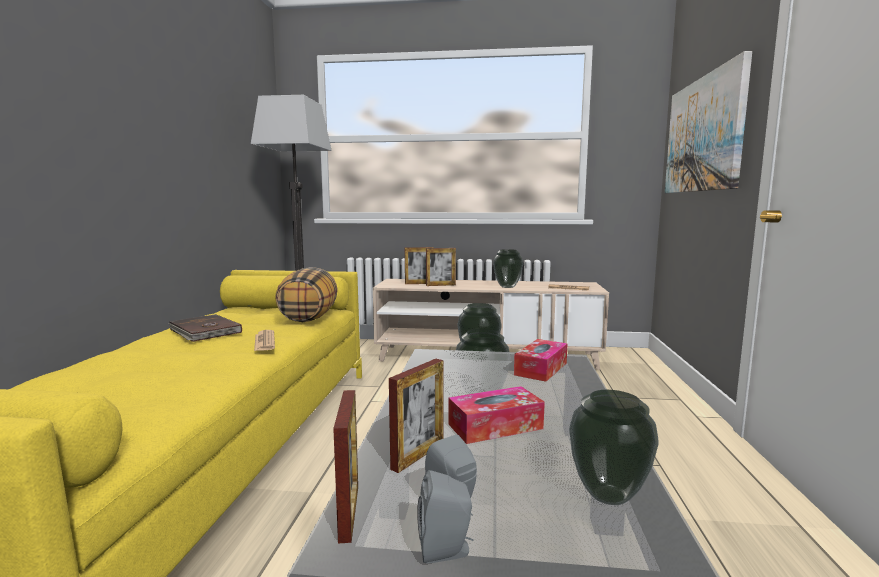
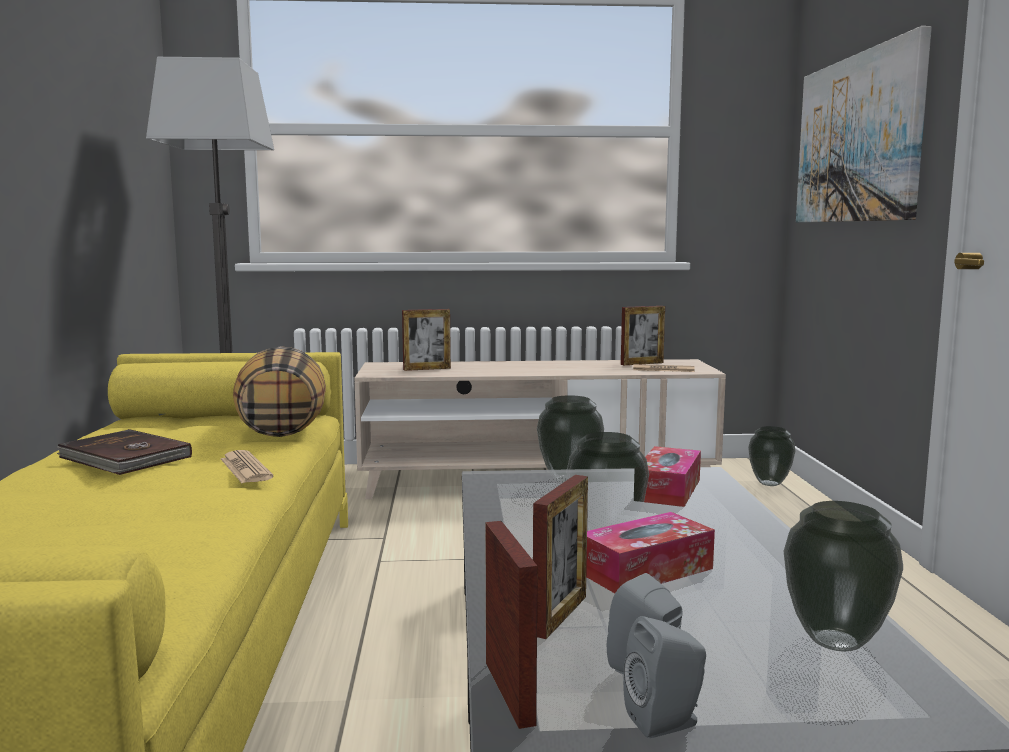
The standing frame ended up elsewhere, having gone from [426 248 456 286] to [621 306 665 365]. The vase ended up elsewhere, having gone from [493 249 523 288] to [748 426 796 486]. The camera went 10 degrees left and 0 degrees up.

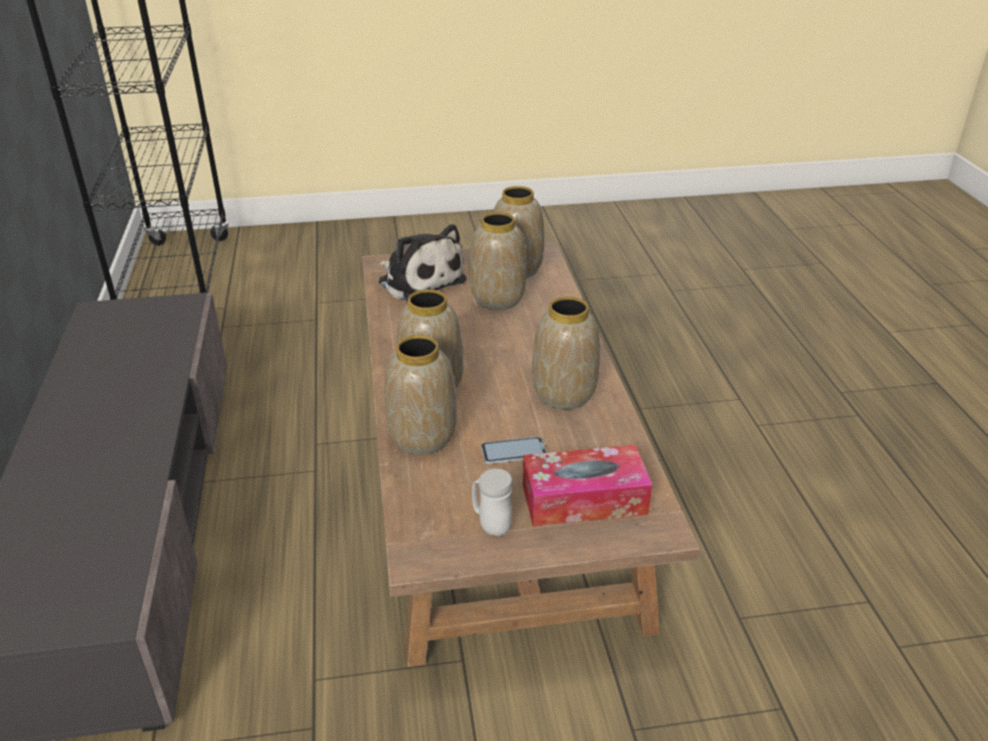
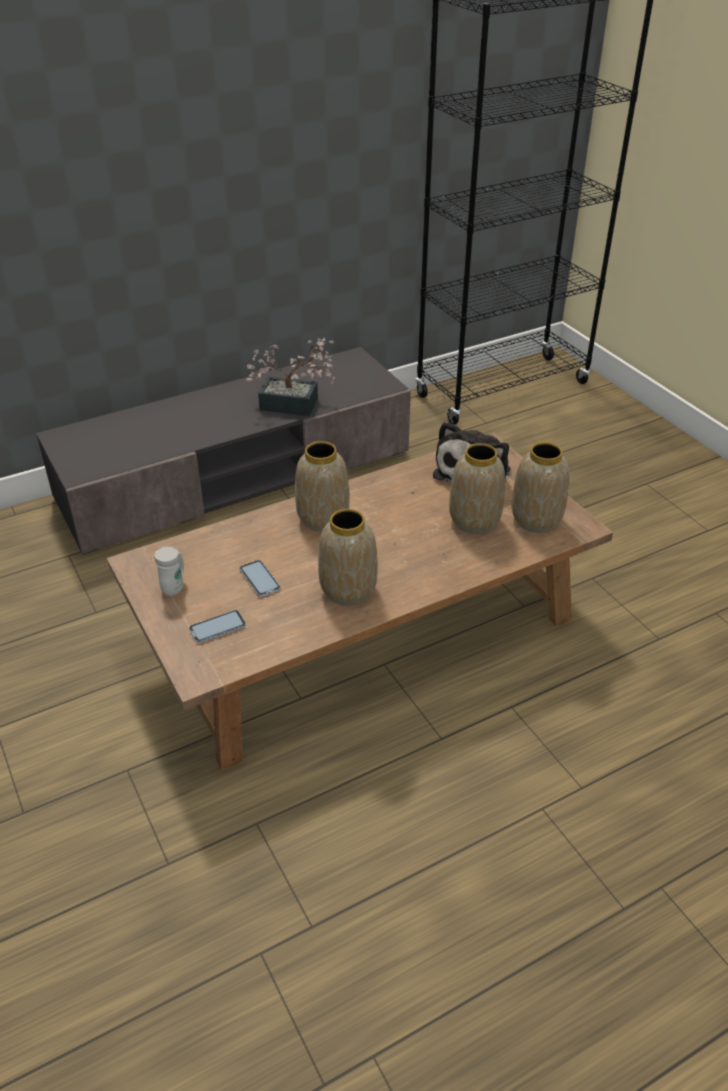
Where the tissue holder stood at [523 445 652 526], the phone came to stand at [189 610 246 643]. The second view gained the houseplant at [246 338 335 416]. The second view lost the vase at [384 335 457 455]. The camera went 70 degrees right and 5 degrees up.

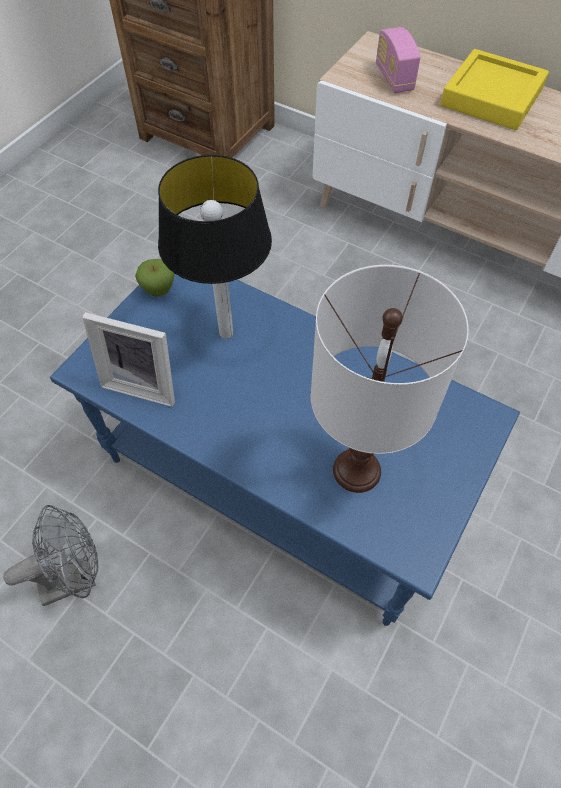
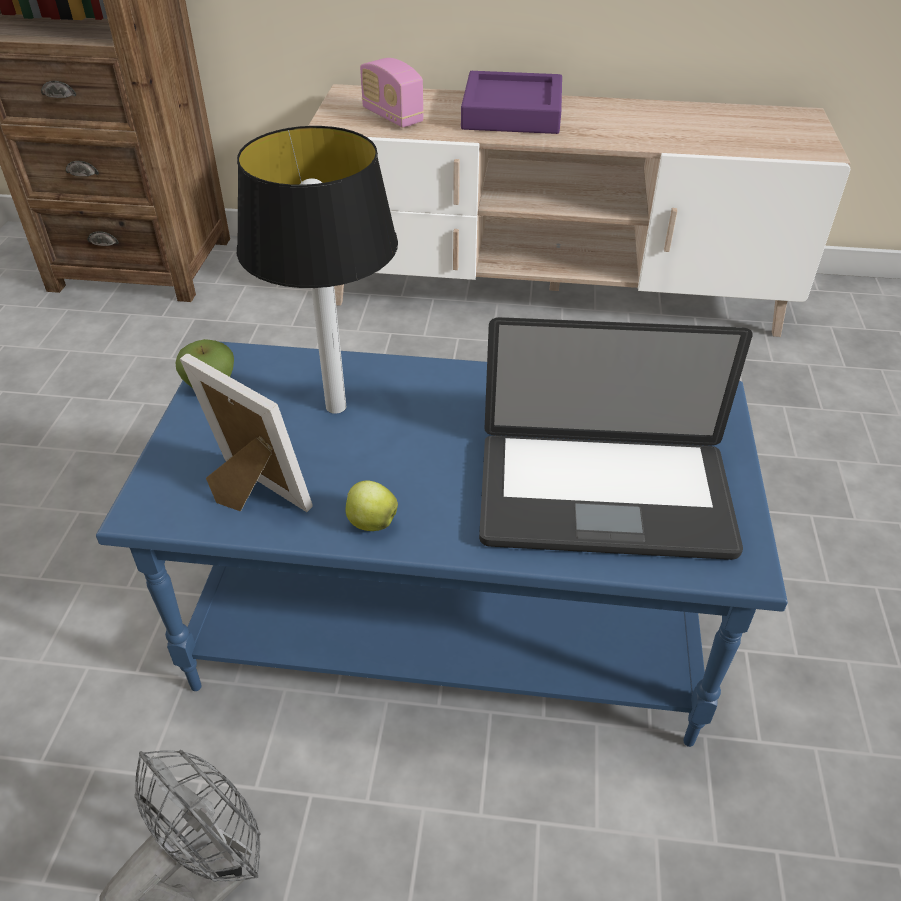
The standing frame at [82 312 175 407] ended up facing another way, 135 degrees counterclockwise from before. The second view gained the apple at [345 481 398 531]. What was the carrying tray (yellowish) at [440 49 549 130] turned into the carrying tray (purple) at [461 71 562 134]. Where the lamp for a table (white-coloured) stood at [310 265 469 493], the portable computer came to stand at [479 317 753 560]. The camera went 25 degrees left and 15 degrees down.

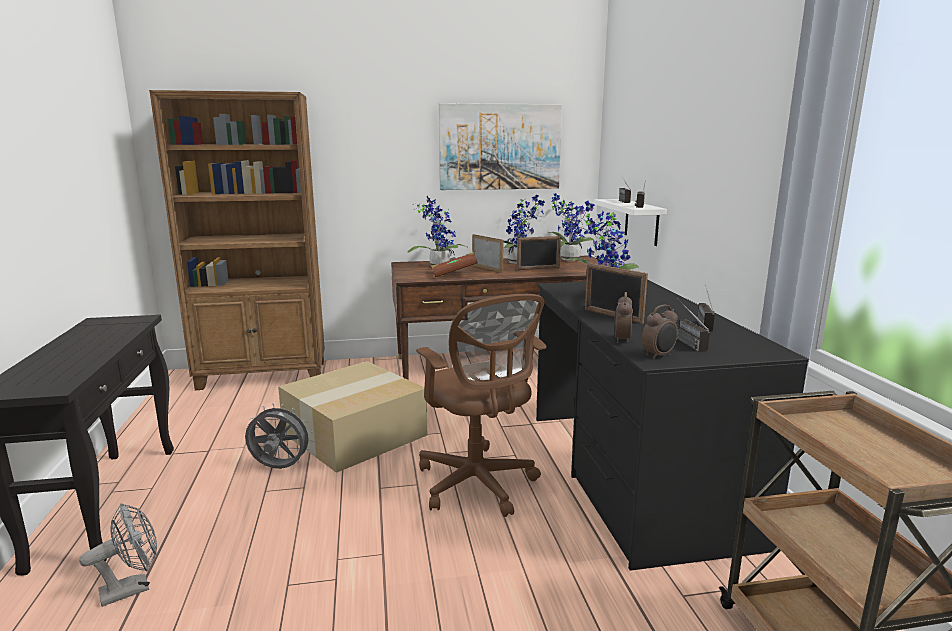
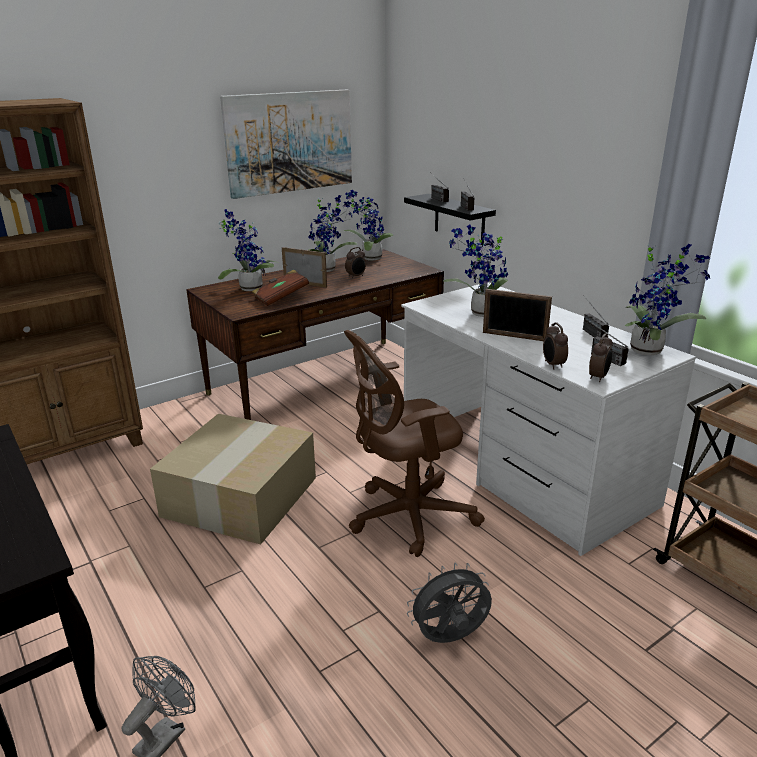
The desk chair (brown-coloured) at [416 294 547 517] ended up facing another way, 120 degrees clockwise from before. Where the standing frame stood at [517 236 561 270], the bedside clock came to stand at [345 247 366 278]. What was the desk table (black) at [536 280 809 571] turned into the desk table (white-coloured) at [401 283 696 556]. What was the bracket shelf (white-coloured) at [594 199 667 246] turned into the bracket shelf (black) at [404 194 496 245]. The cooling fan (grey) ended up elsewhere, having gone from [245 403 314 469] to [407 562 492 643]. The second view gained the houseplant at [625 244 710 356]. The camera went 25 degrees left and 10 degrees up.

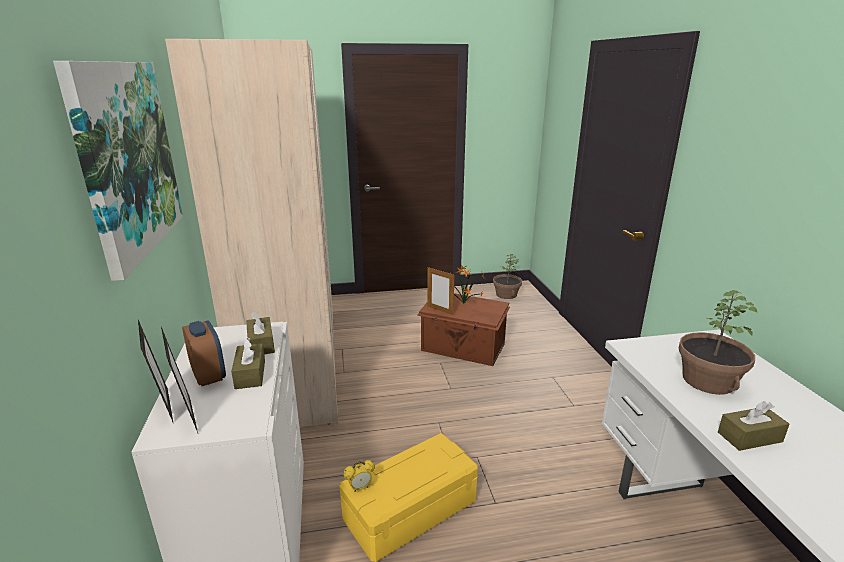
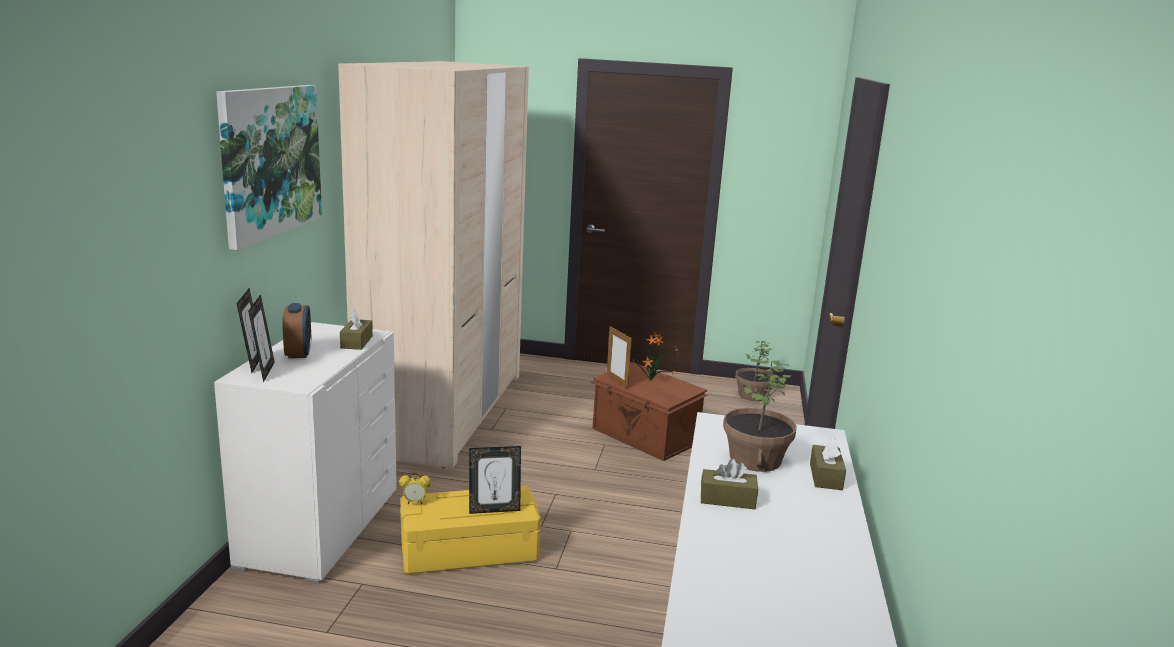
The second view gained the standing frame at [469 446 521 514]. The tissue holder (brown-coloured) ended up elsewhere, having gone from [231 337 265 389] to [810 437 846 490]. The camera went 20 degrees right and 5 degrees down.

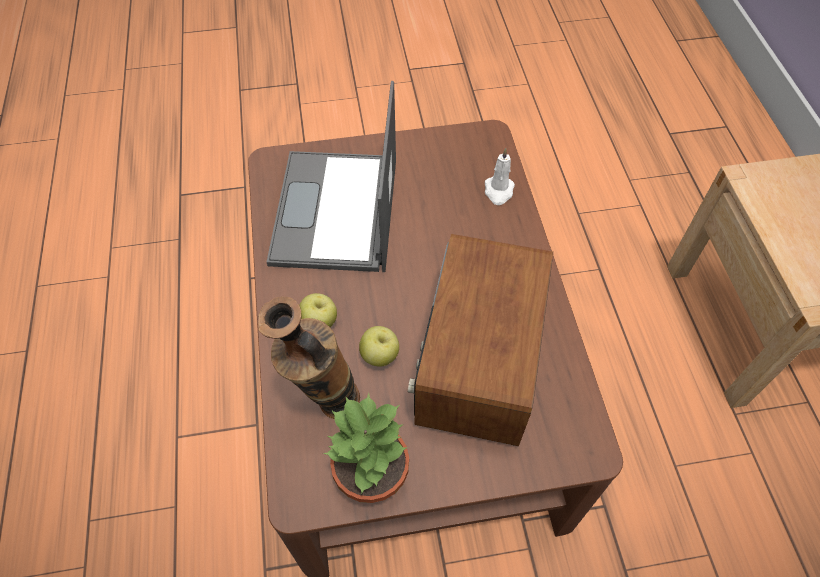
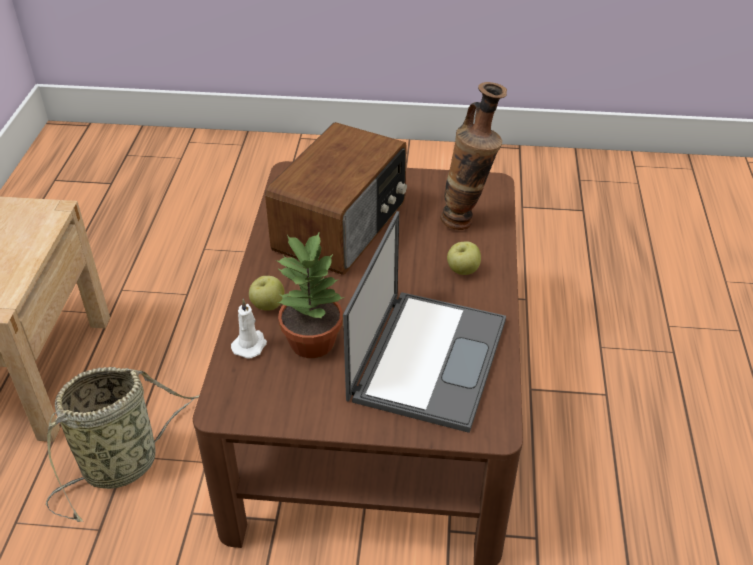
The second view gained the basket at [45 367 199 522]. The apple ended up elsewhere, having gone from [359 326 399 367] to [249 276 284 311]. The houseplant ended up elsewhere, having gone from [323 393 409 503] to [276 231 343 358]. The camera went 165 degrees left and 15 degrees down.

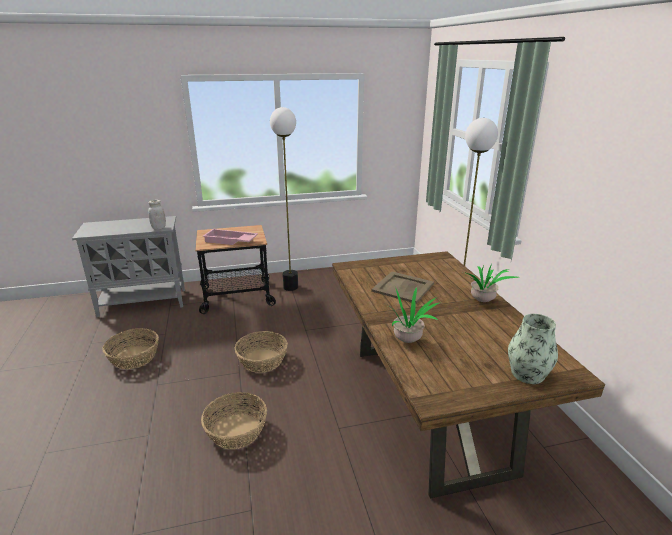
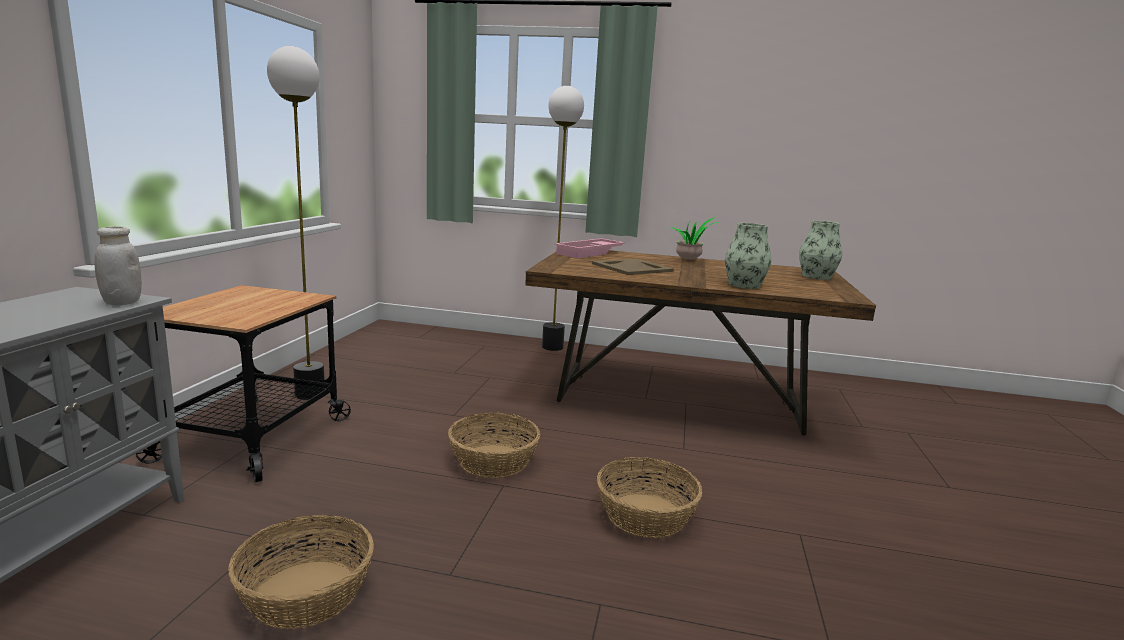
The carrying tray (pink) ended up elsewhere, having gone from [203 229 258 245] to [555 238 625 258]. Where the houseplant stood at [386 287 440 343], the vase came to stand at [725 223 771 289]. The camera went 65 degrees left and 10 degrees down.

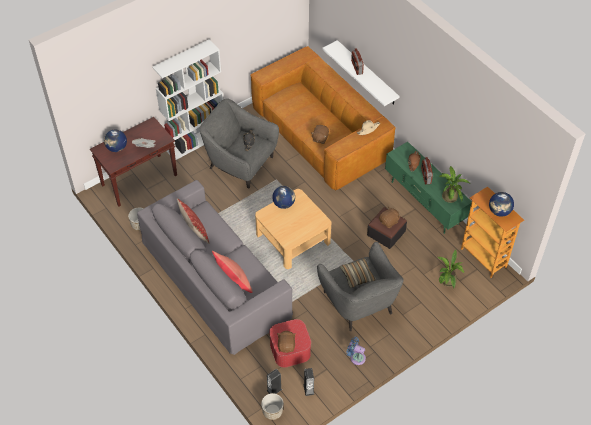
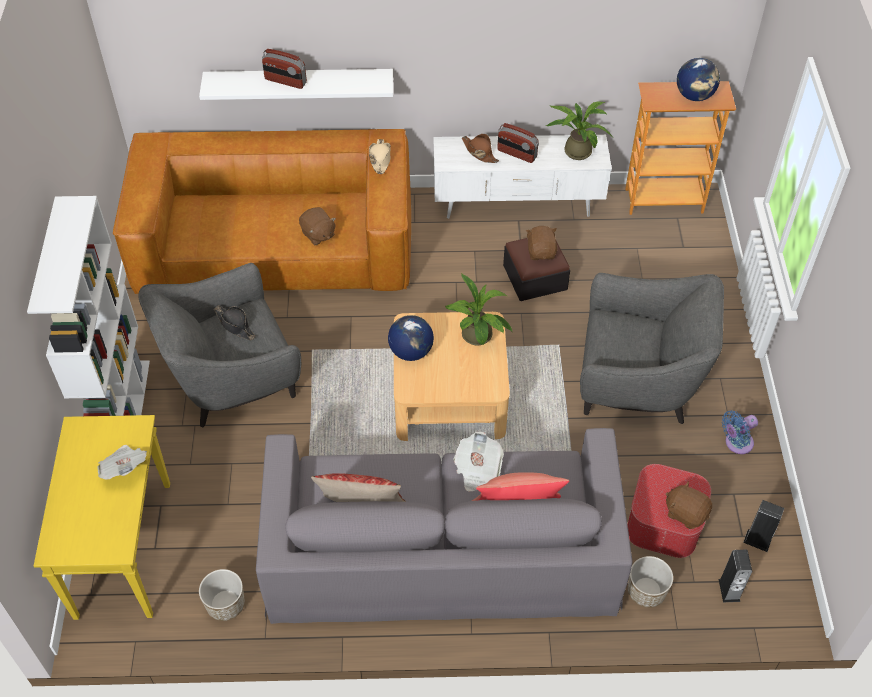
What was the narrow table (brown-coloured) at [90 117 177 207] turned into the narrow table (yellowish) at [34 415 170 620]. What was the tv stand (greenish) at [385 142 472 234] turned into the tv stand (white-coloured) at [433 135 612 219]. The houseplant ended up elsewhere, having gone from [437 250 464 289] to [445 274 512 345]. The second view gained the daily paper at [453 432 504 492]. The planter ended up elsewhere, having gone from [261 393 284 420] to [628 556 673 608]. The second view lost the globe at [104 130 127 152]. The second view lost the cushion at [340 258 376 288]. The camera went 55 degrees left and 0 degrees up.

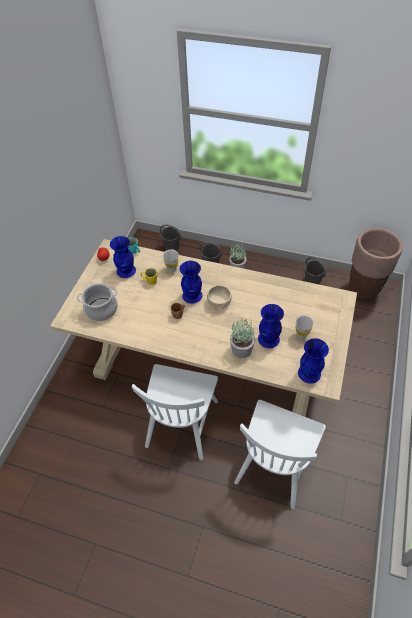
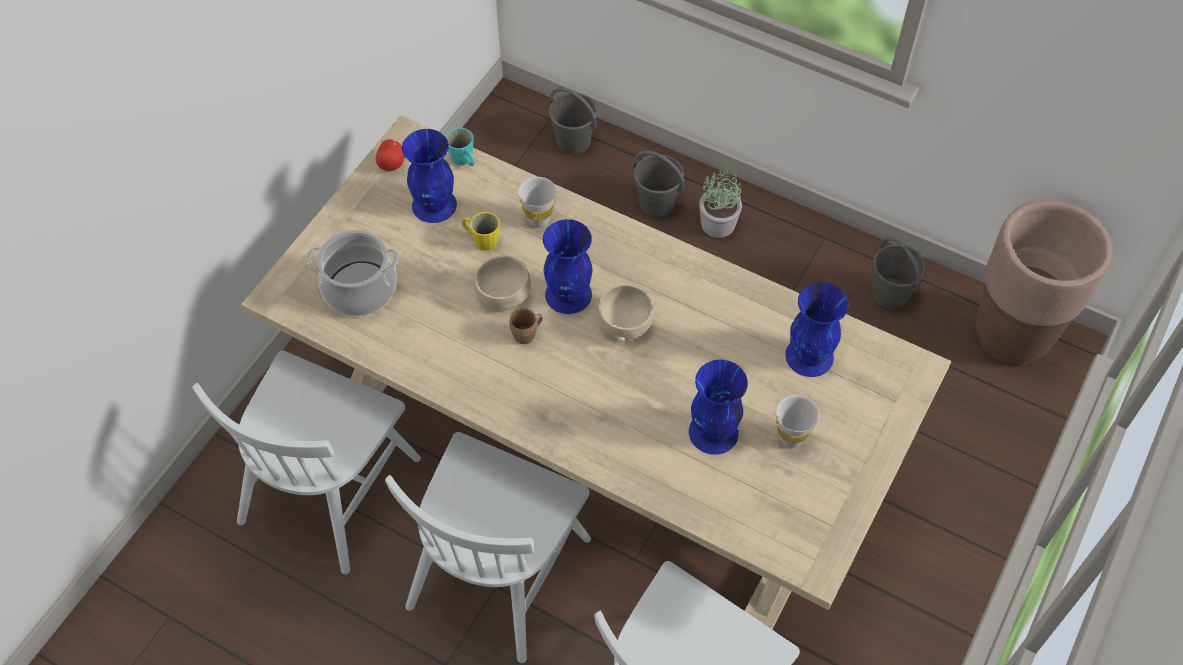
The second view gained the upright chair (white-coloured) at [192 351 421 574]. The second view gained the deep dish (sand-coloured) at [474 255 531 311]. The vase (blue-coloured) ended up elsewhere, having gone from [298 338 329 384] to [785 282 849 377]. The second view lost the houseplant at [230 317 255 358]. The camera went 10 degrees right and 5 degrees up.

